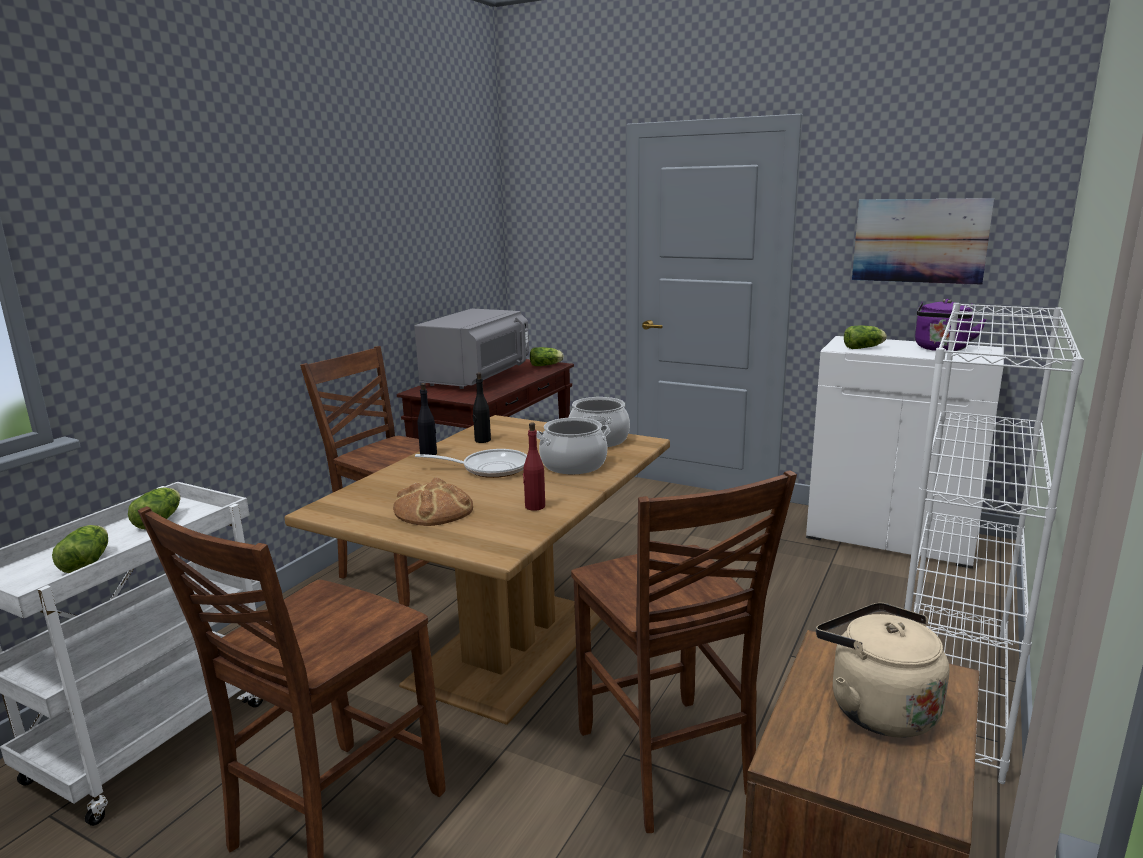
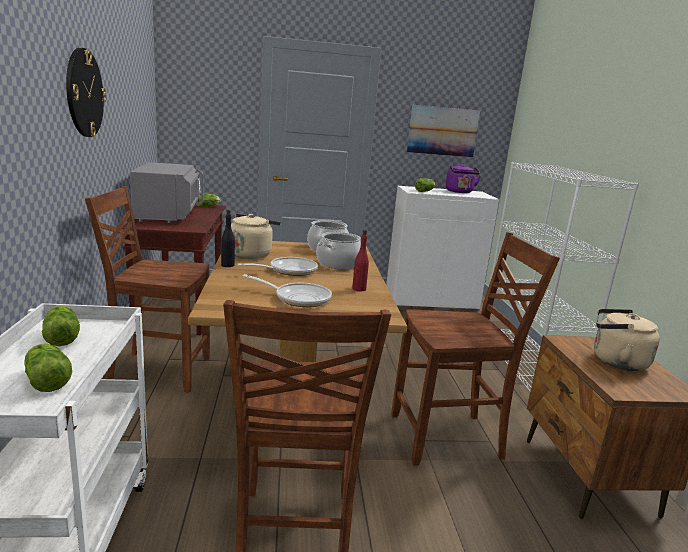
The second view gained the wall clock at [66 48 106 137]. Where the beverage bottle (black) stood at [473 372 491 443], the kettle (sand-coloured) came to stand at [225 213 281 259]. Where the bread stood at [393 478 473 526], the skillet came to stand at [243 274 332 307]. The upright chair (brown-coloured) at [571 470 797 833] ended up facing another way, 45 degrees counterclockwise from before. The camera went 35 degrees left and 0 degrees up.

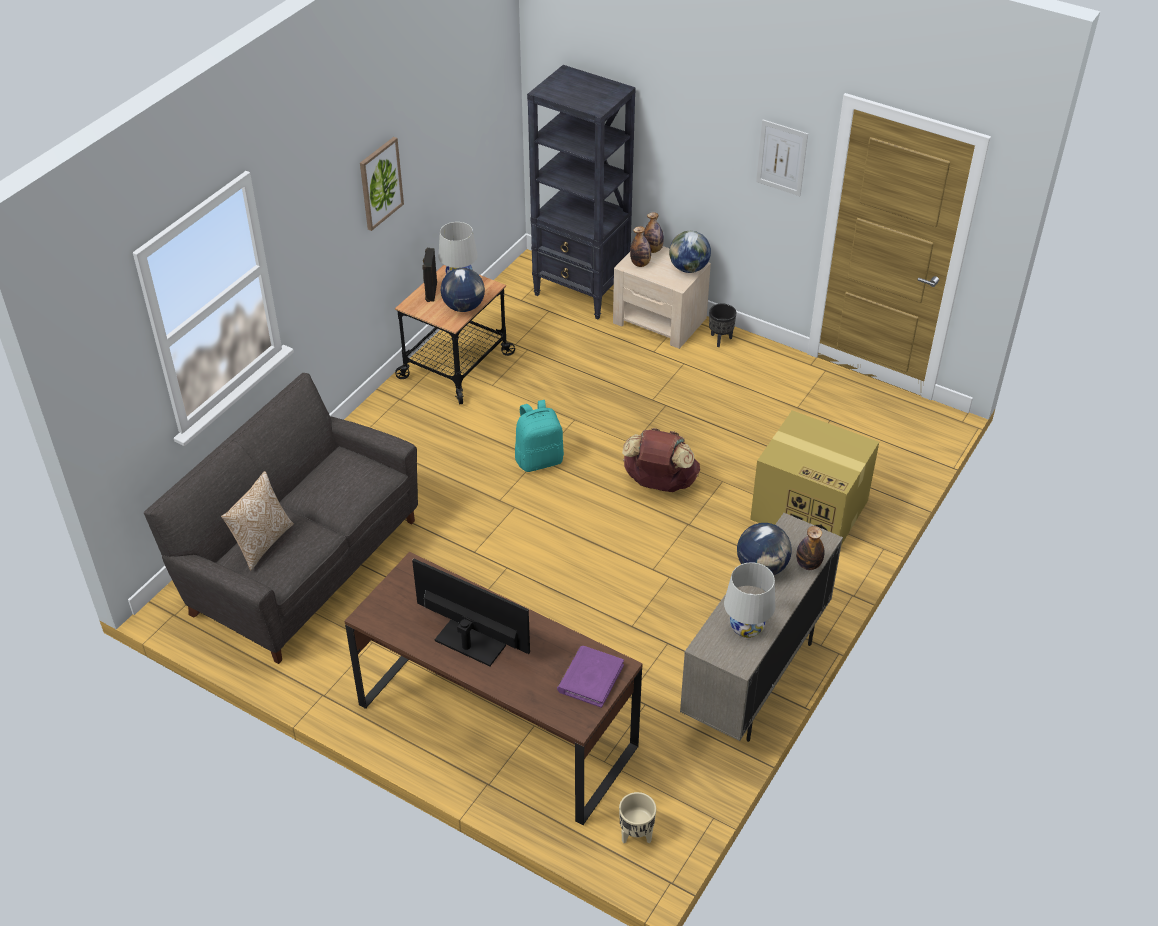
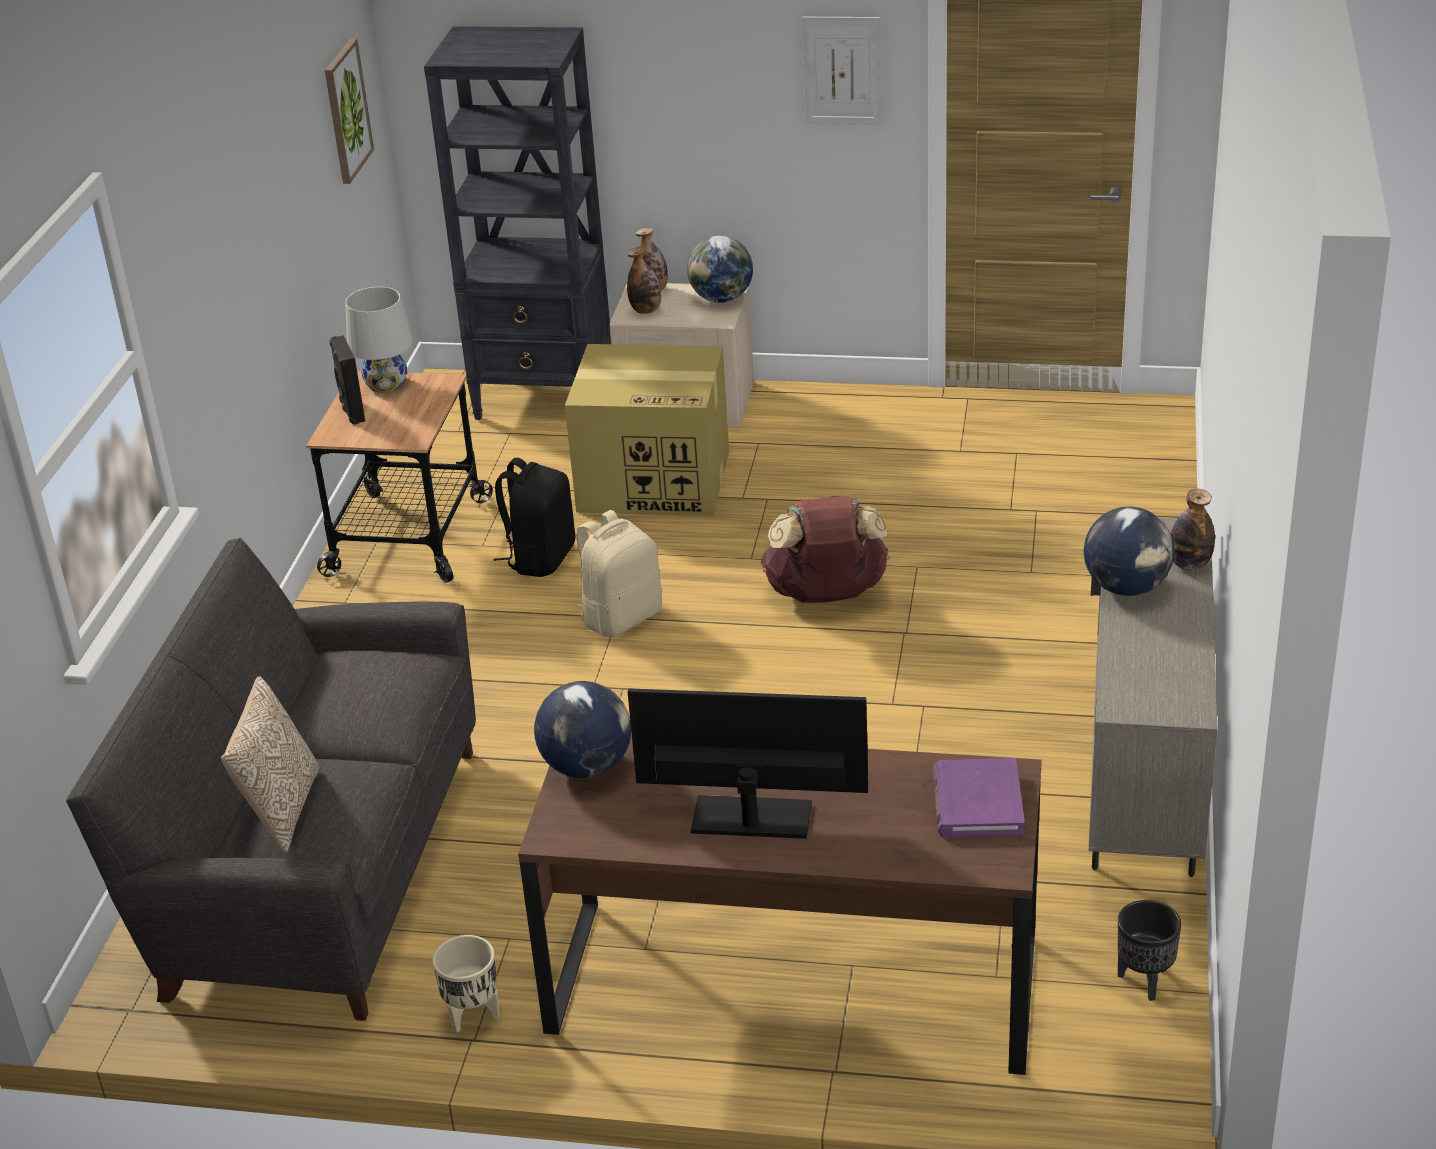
The wall art ended up elsewhere, having gone from [360 137 404 231] to [325 39 374 184]. The planter (sand-coloured) ended up elsewhere, having gone from [619 792 656 843] to [432 935 500 1033]. The second view gained the rucksack (black) at [494 458 575 577]. The globe ended up elsewhere, having gone from [441 268 485 312] to [534 681 631 778]. The packing box ended up elsewhere, having gone from [750 410 879 545] to [565 344 729 516]. What was the rucksack (turquoise-coloured) at [515 400 564 472] turned into the rucksack (sand-coloured) at [576 510 662 637]. The planter (black) ended up elsewhere, having gone from [709 304 736 347] to [1118 900 1181 1001]. The second view lost the lamp for a table (white-coloured) at [724 562 775 638]. The camera went 20 degrees left and 10 degrees down.

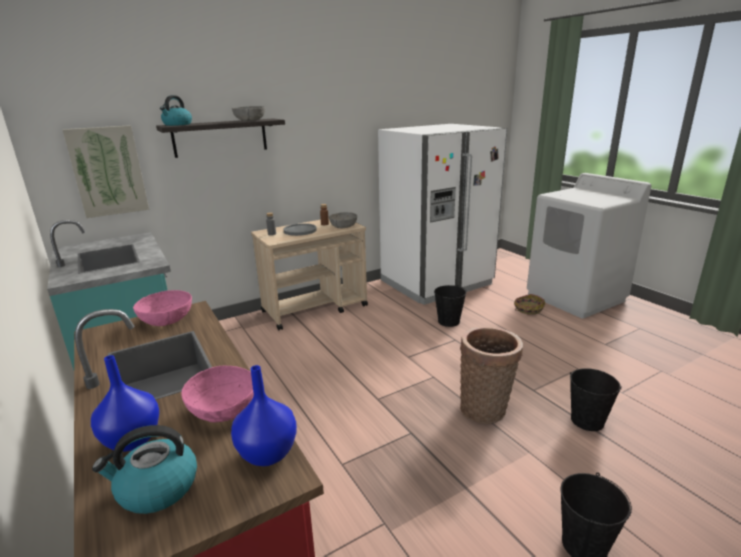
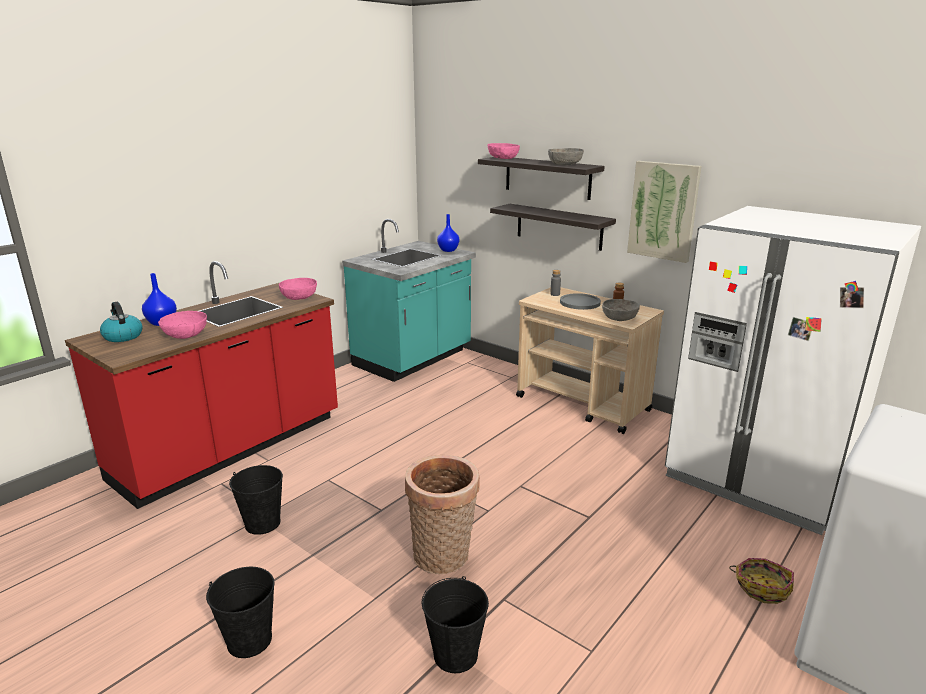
The water bucket (black) ended up elsewhere, having gone from [434 285 467 327] to [229 465 283 535]. The vase (blue-coloured) ended up elsewhere, having gone from [231 365 297 466] to [437 214 459 252]. Where the kettle stood at [160 95 192 126], the deep dish (pink) came to stand at [488 143 520 159]. The second view gained the bracket shelf at [490 204 616 251]. The wall art ended up elsewhere, having gone from [62 125 149 218] to [627 161 702 263]. The camera went 70 degrees right and 0 degrees up.

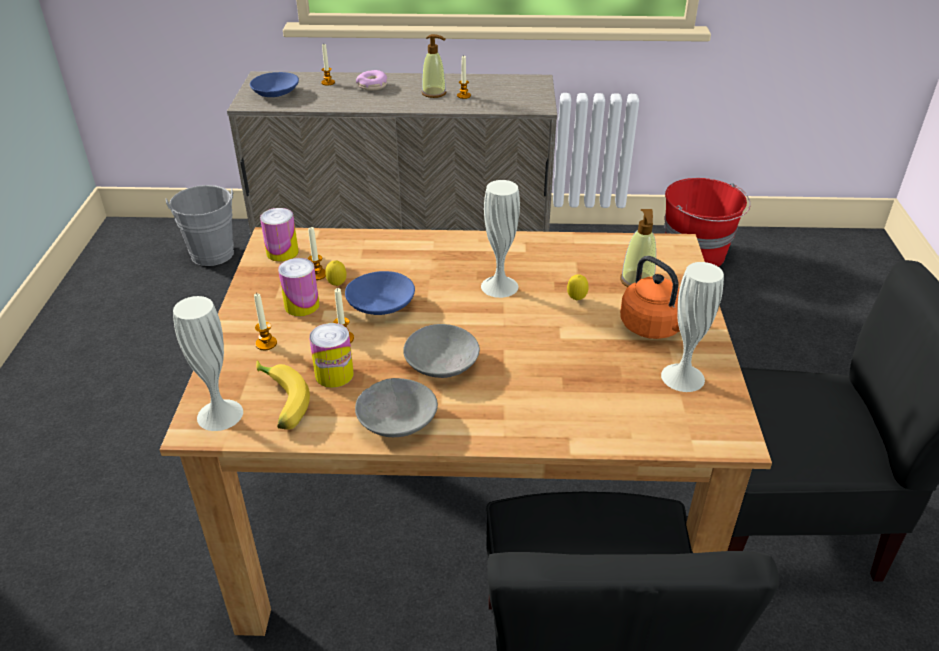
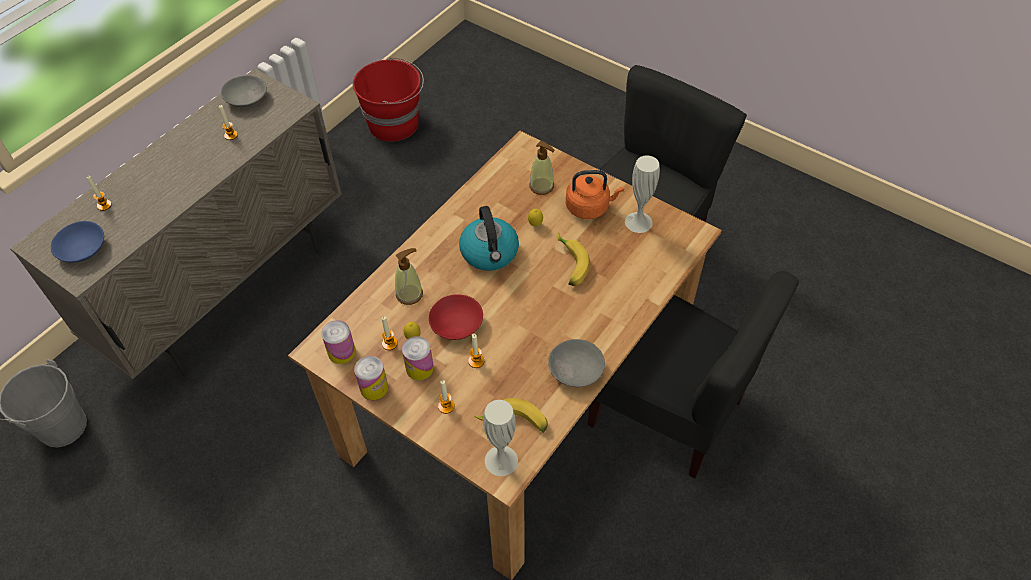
The deep dish (grey) ended up elsewhere, having gone from [403 324 480 378] to [221 75 267 107]. The can ended up elsewhere, having gone from [309 323 354 388] to [354 356 388 400]. The liquid soap bottle ended up elsewhere, having gone from [422 34 446 98] to [395 248 423 305]. What was the deep dish (blue-coloured) at [345 271 415 315] turned into the deep dish (red) at [429 294 483 340]. Where the vase (white-coloured) stood at [481 180 520 298], the kettle came to stand at [459 206 519 271]. The second view gained the whole banana at [558 233 590 286]. The second view lost the ring doughnut at [356 70 387 91]. The camera went 55 degrees left and 15 degrees up.

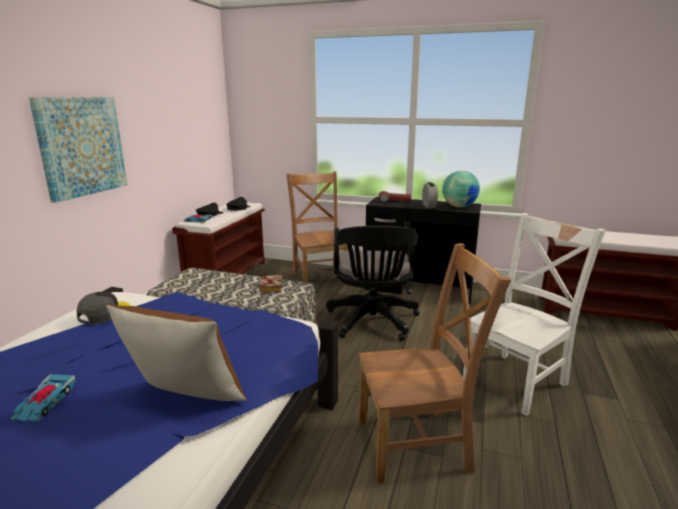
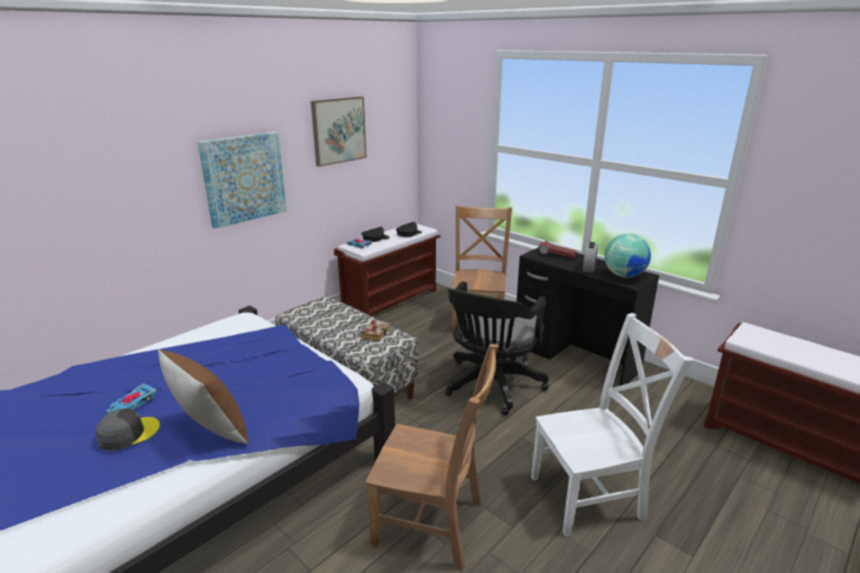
The cap (grey) ended up elsewhere, having gone from [76 292 131 325] to [96 408 160 451]. The second view gained the wall art at [311 96 367 167]. The camera went 25 degrees right and 5 degrees up.

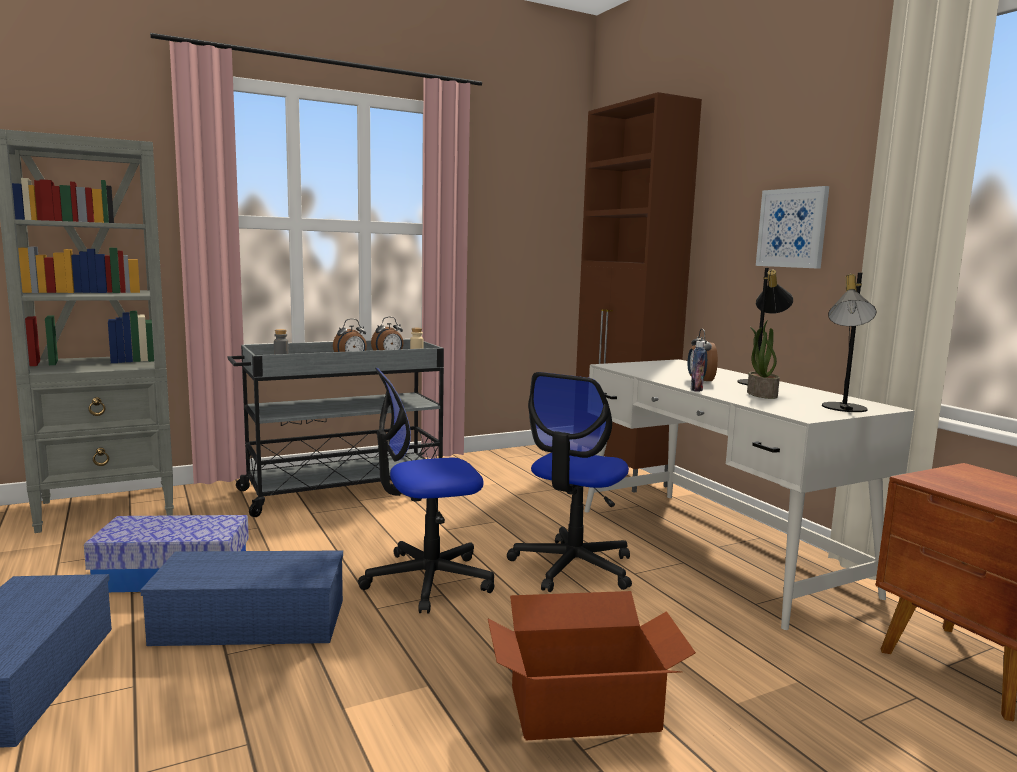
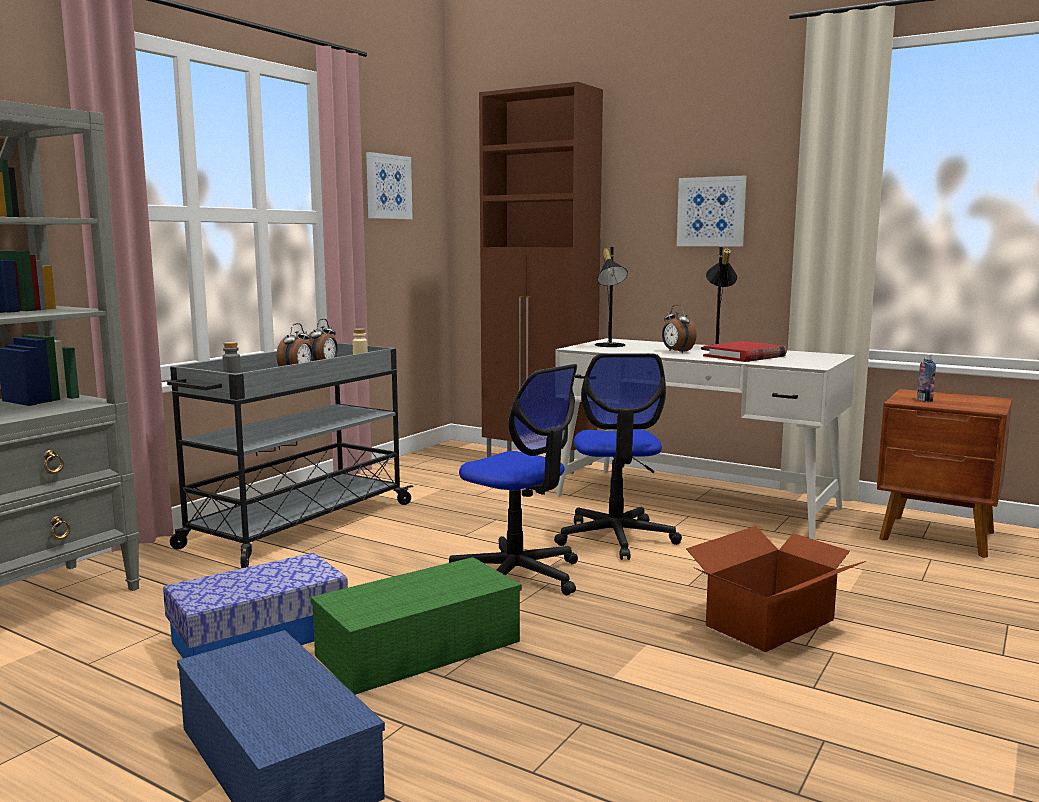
What was the storage box (blue-coloured) at [140 550 343 646] turned into the storage box (greenish) at [311 557 522 695]. The second view gained the wall art at [366 152 413 219]. The desk chair at [358 368 494 613] ended up facing another way, 90 degrees counterclockwise from before. The lamp for a table (black) ended up elsewhere, having gone from [822 272 876 412] to [595 247 628 347]. Where the houseplant stood at [747 321 780 399], the volume (red) came to stand at [703 341 787 362]. The beverage bottle ended up elsewhere, having gone from [691 341 706 392] to [917 354 936 402]. The camera went 30 degrees left and 0 degrees up.

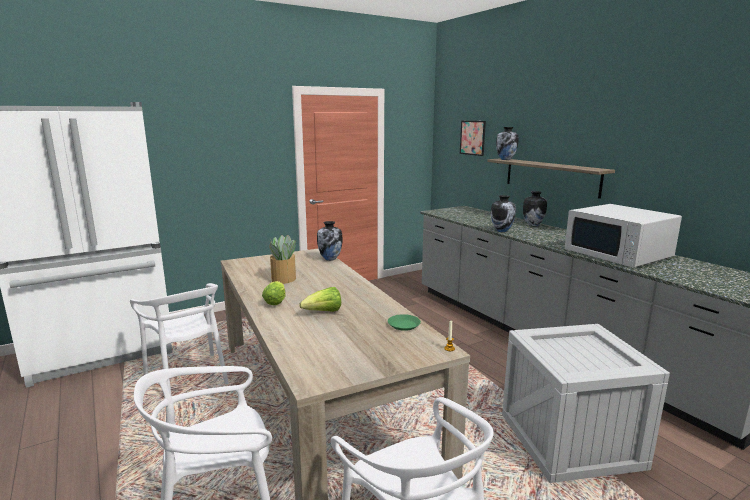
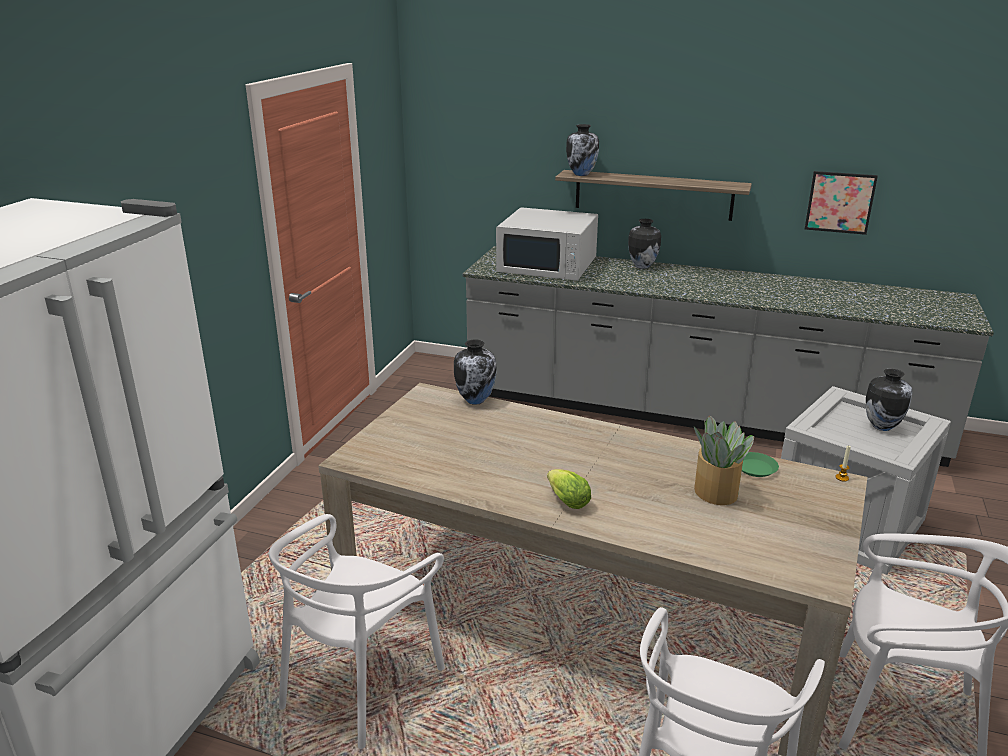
The upright chair (white-coloured) at [130 283 229 395] ended up facing another way, 105 degrees clockwise from before. The microwave (white-coloured) ended up elsewhere, having gone from [565 204 682 268] to [496 207 598 280]. The houseplant ended up elsewhere, having gone from [269 235 296 284] to [694 416 754 505]. The wall art ended up elsewhere, having gone from [460 121 486 156] to [805 171 878 235]. The vase ended up elsewhere, having gone from [491 195 516 232] to [866 369 912 431]. The second view lost the head of lettuce at [300 287 341 312]. The camera went 40 degrees left and 10 degrees up.

